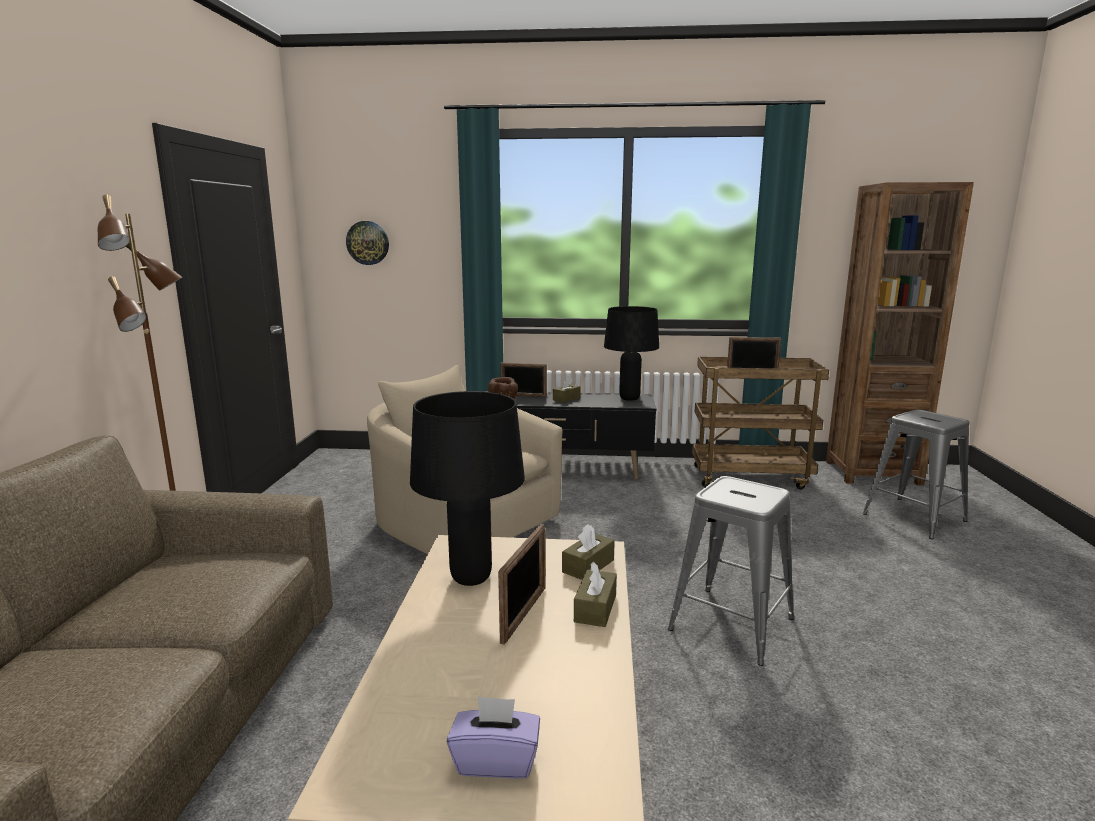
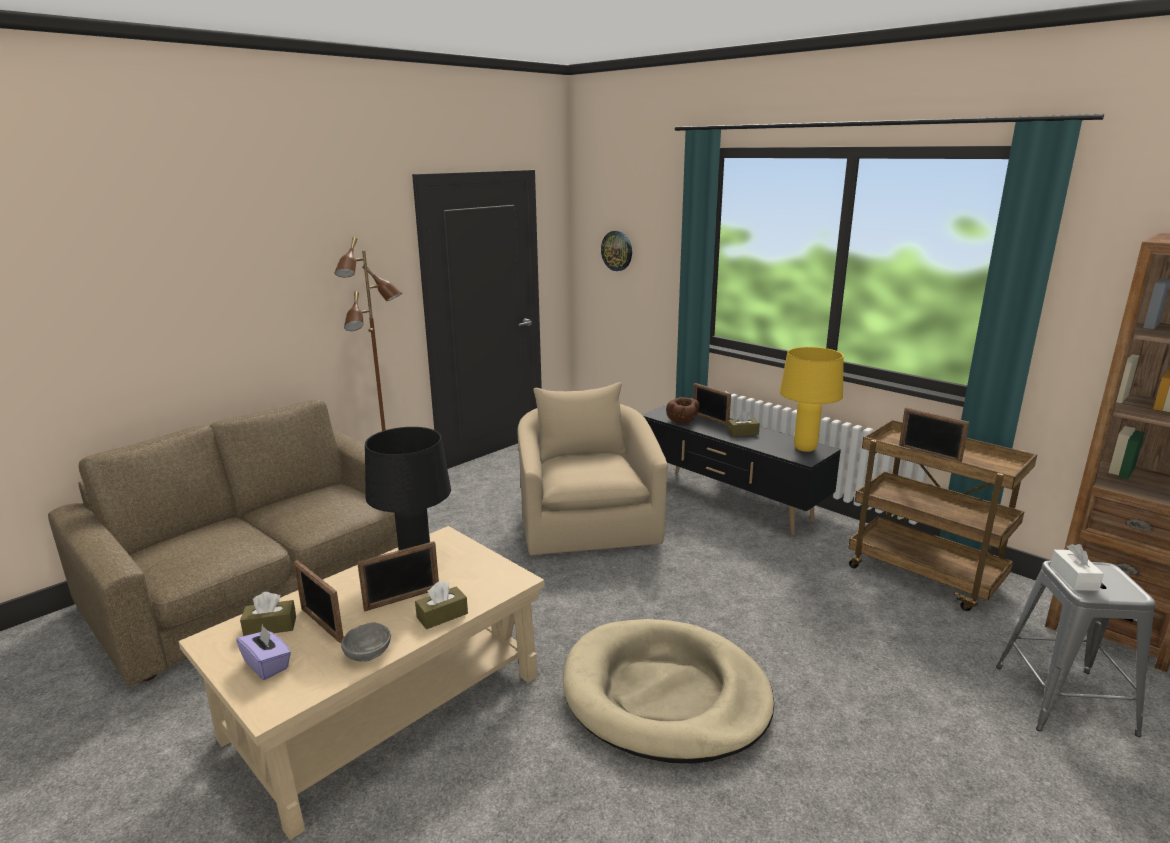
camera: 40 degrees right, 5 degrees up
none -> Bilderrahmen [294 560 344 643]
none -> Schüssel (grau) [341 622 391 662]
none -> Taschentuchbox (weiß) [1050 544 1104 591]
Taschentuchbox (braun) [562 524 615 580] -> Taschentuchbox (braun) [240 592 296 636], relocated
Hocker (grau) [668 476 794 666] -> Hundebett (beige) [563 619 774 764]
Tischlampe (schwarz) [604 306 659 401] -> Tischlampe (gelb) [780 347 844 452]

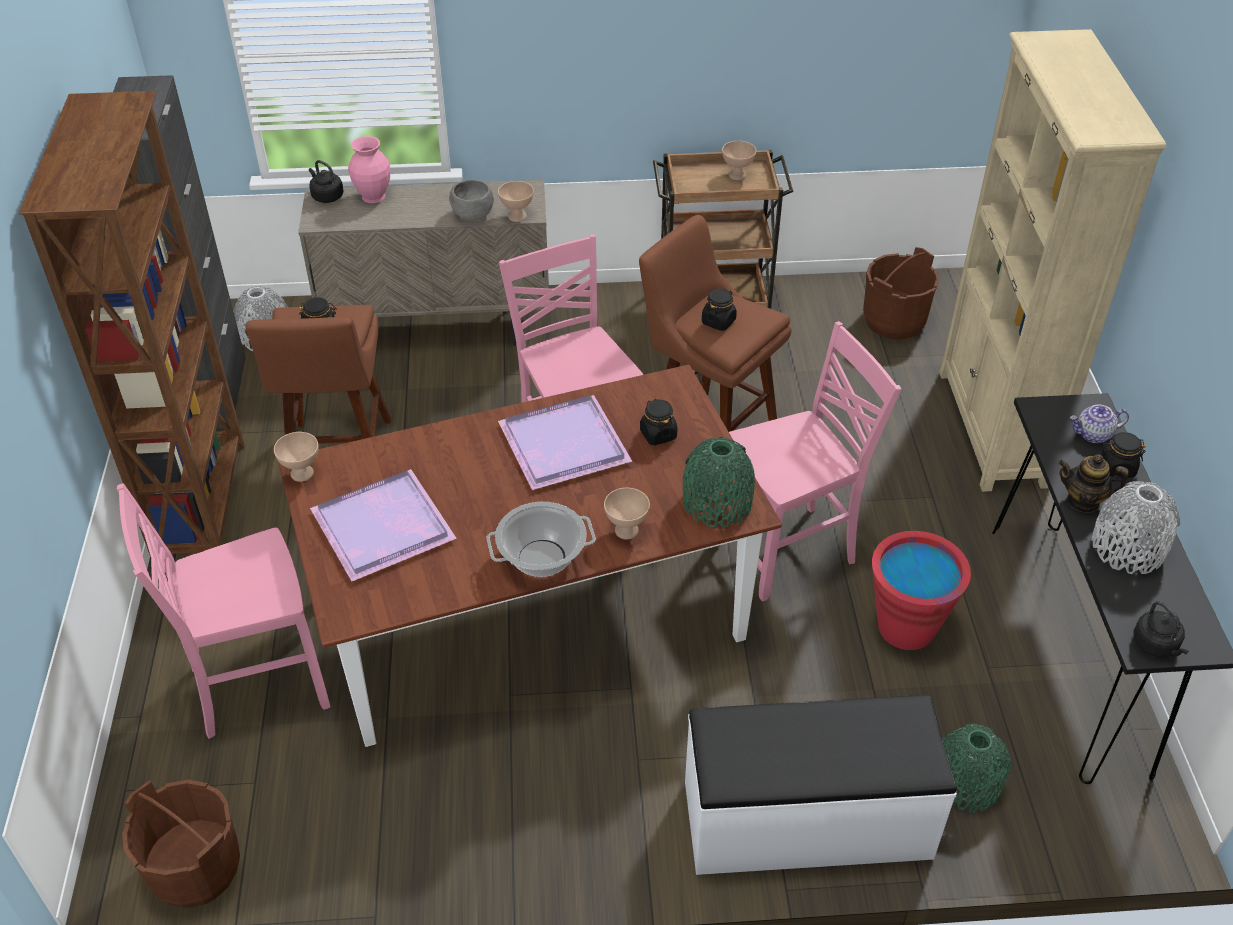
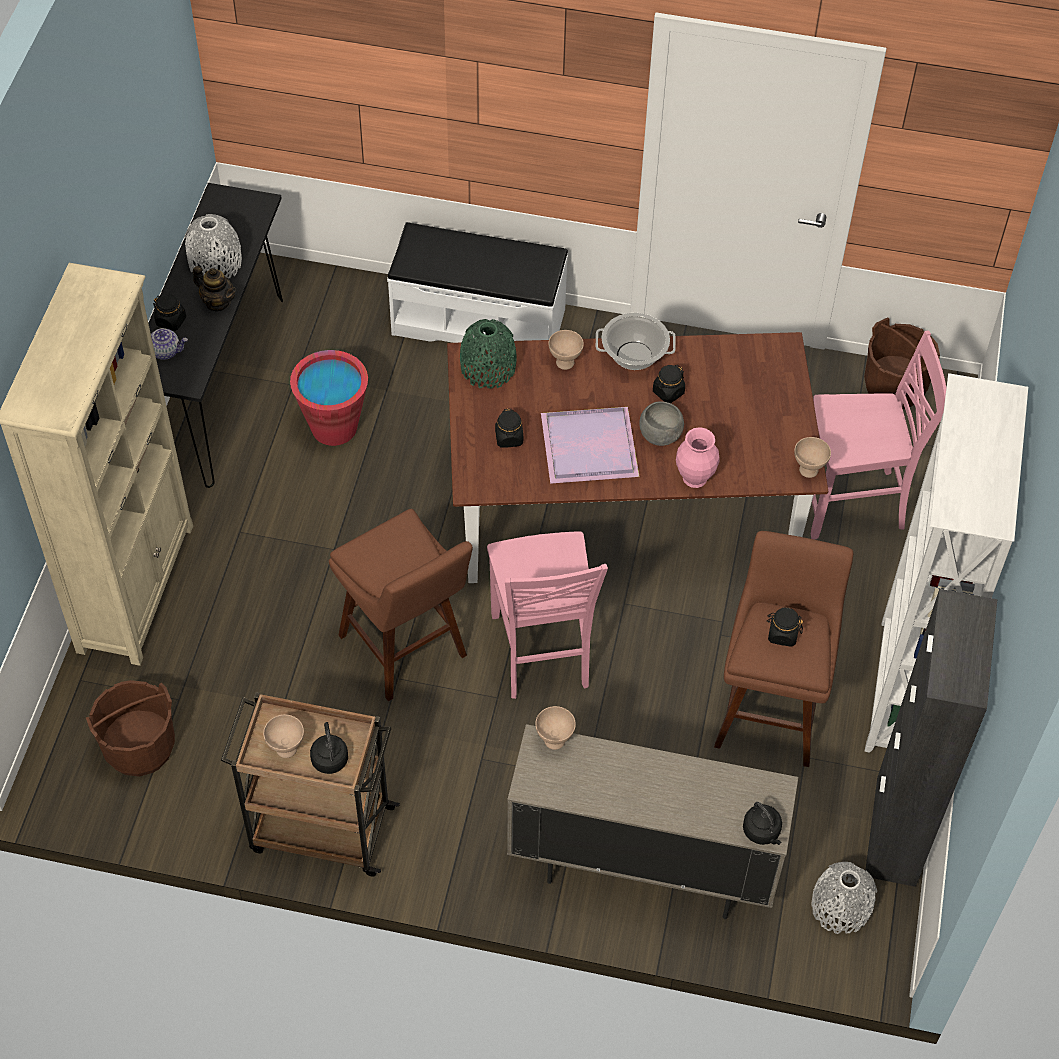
camera: 165 degrees left, 10 degrees up
Tablett (lila) [310 469 457 581] -> none
Stuhl (rosa) [729 321 901 602] -> none
Vase (grün) [942 723 1011 813] -> none
Vase (rosa) [348 136 390 203] -> Vase (rosa) [676 427 720 488], relocated
Schüssel (grau) [449 180 494 220] -> Schüssel (grau) [639 401 684 446], relocated
Vorratsglas (schwarz) [702 289 737 331] -> Vorratsglas (schwarz) [653 365 685 403], relocated
Wasserkessel (schwarz) [1133 601 1189 658] -> Wasserkessel (schwarz) [310 722 348 774], relocated
Bücherregal (braun) [19 91 245 557] -> Bücherregal (weiß) [865 373 1028 753]

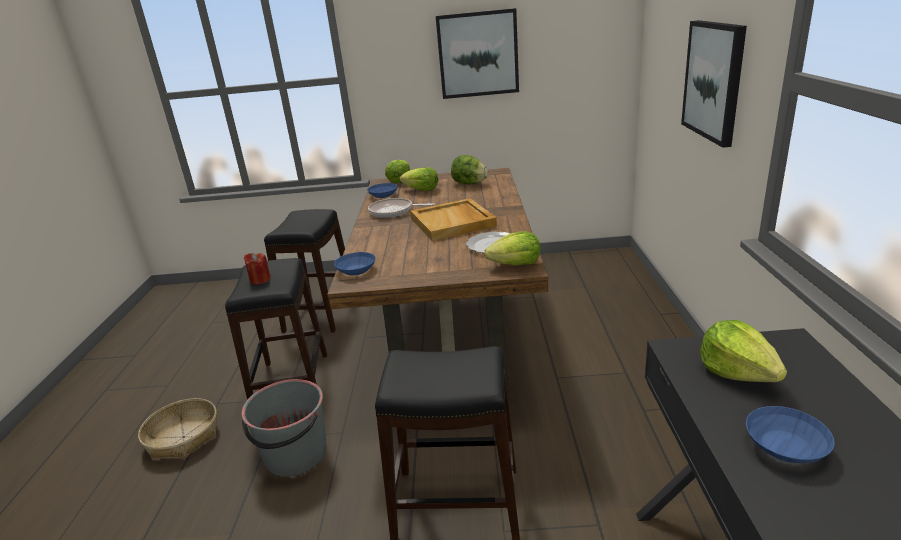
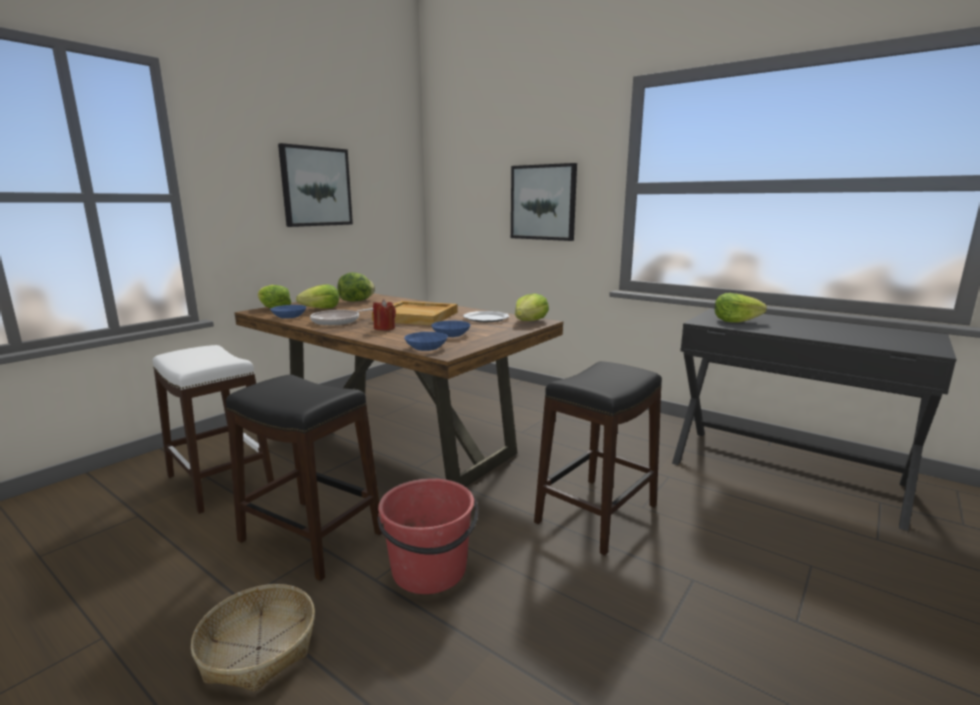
camera: 55 degrees left, 10 degrees down
Kerze (rot) [244 253 271 285] -> Kerze (rot) [373 299 396 331], relocated
Schüssel (blau) [746 406 835 463] -> Schüssel (blau) [431 321 471 337], relocated
Eimer (grau) [241 379 327 476] -> Eimer (rot) [377 478 479 594]
Hocker (schwarz) [264 209 345 333] -> Hocker (weiß) [153 345 274 514]

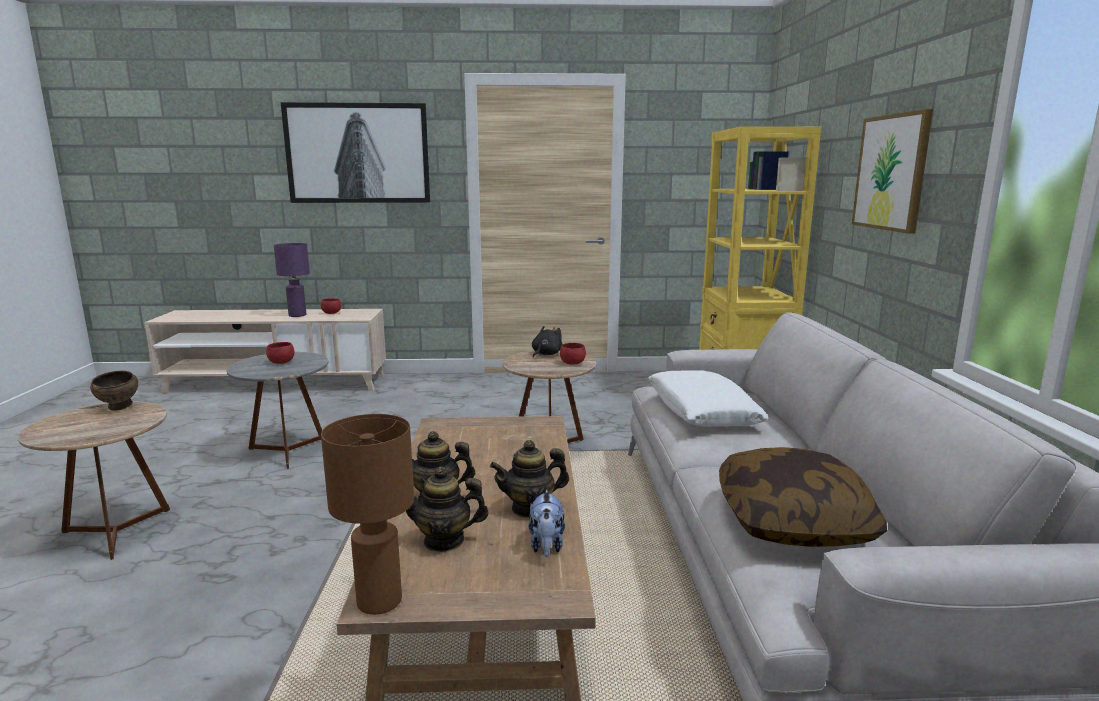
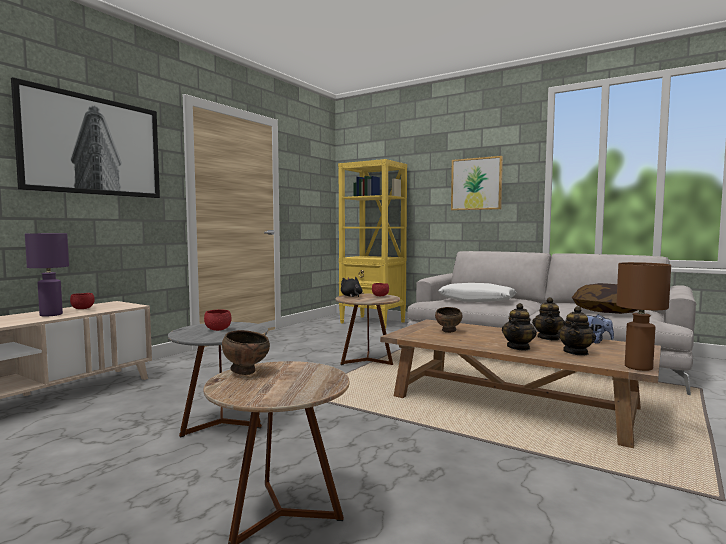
camera: 55 degrees left, 10 degrees down
none -> Schüssel (braun) [435 307 463 333]

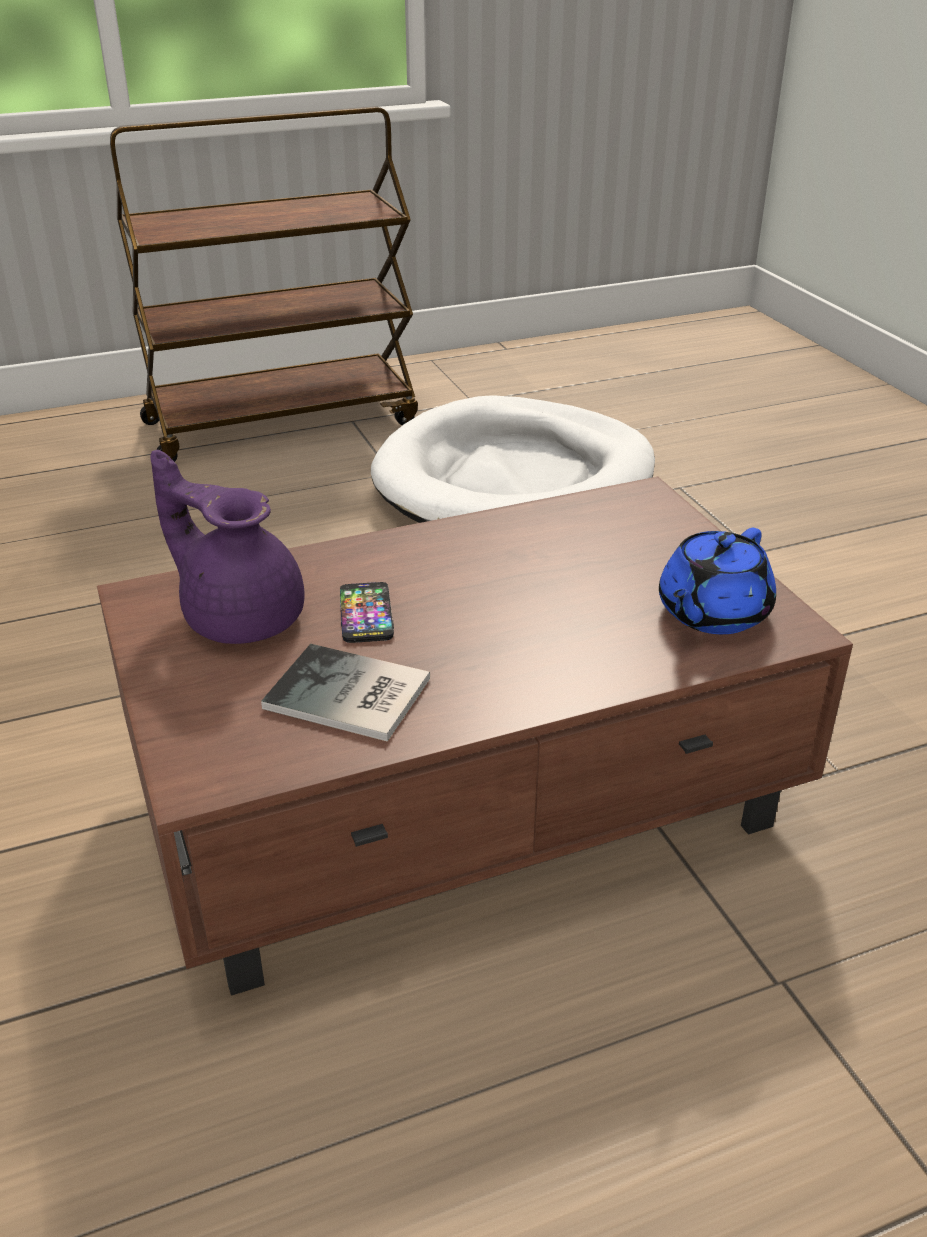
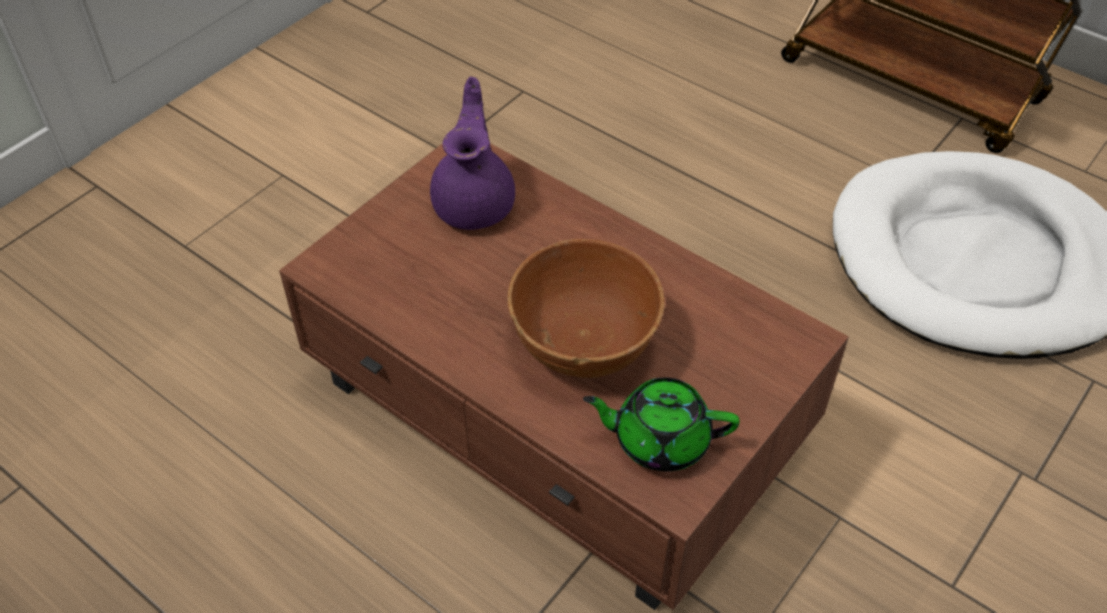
camera: 60 degrees right, 15 degrees up
Buch [261 644 430 742] -> none
Handy [340 582 394 643] -> none
none -> Schüssel (braun) [507 239 665 378]
Teekanne (blau) [659 528 776 634] -> Teekanne (grün) [583 377 740 471]

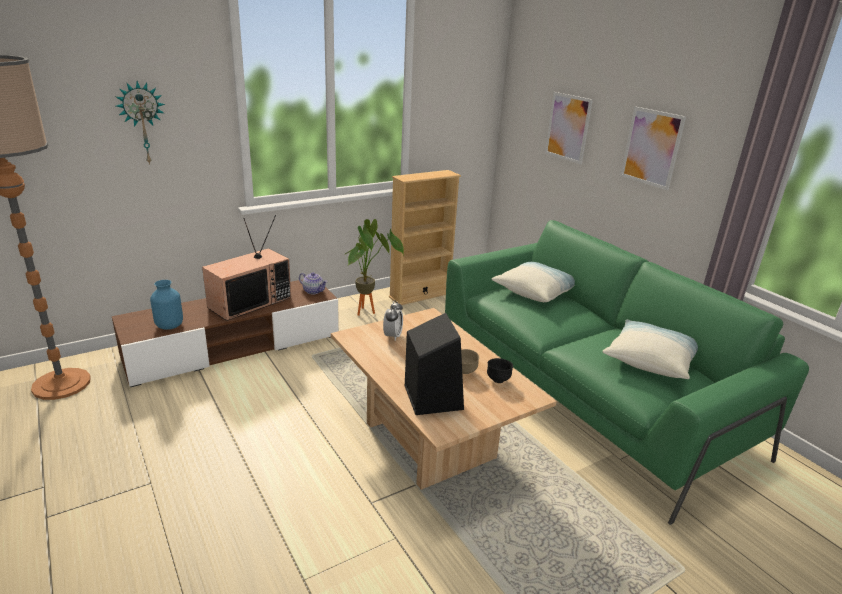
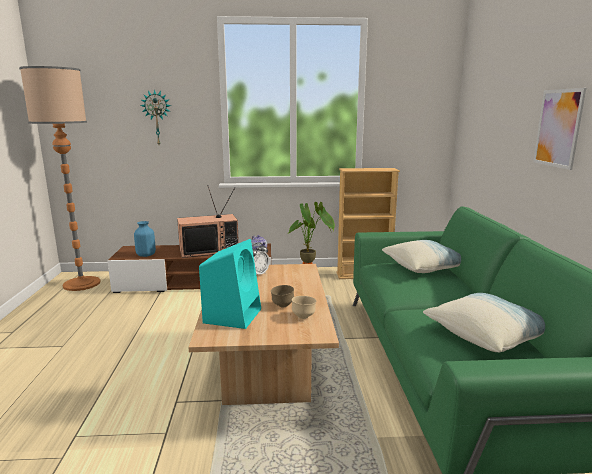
camera: 30 degrees right, 10 degrees down
Bild [545 92 593 164] -> none
Lautsprecher (schwarz) [405 313 464 415] -> Lautsprecher (türkis) [199 239 261 329]
Schüssel (schwarz) [487 358 513 383] -> Schüssel (beige) [292 296 316 319]

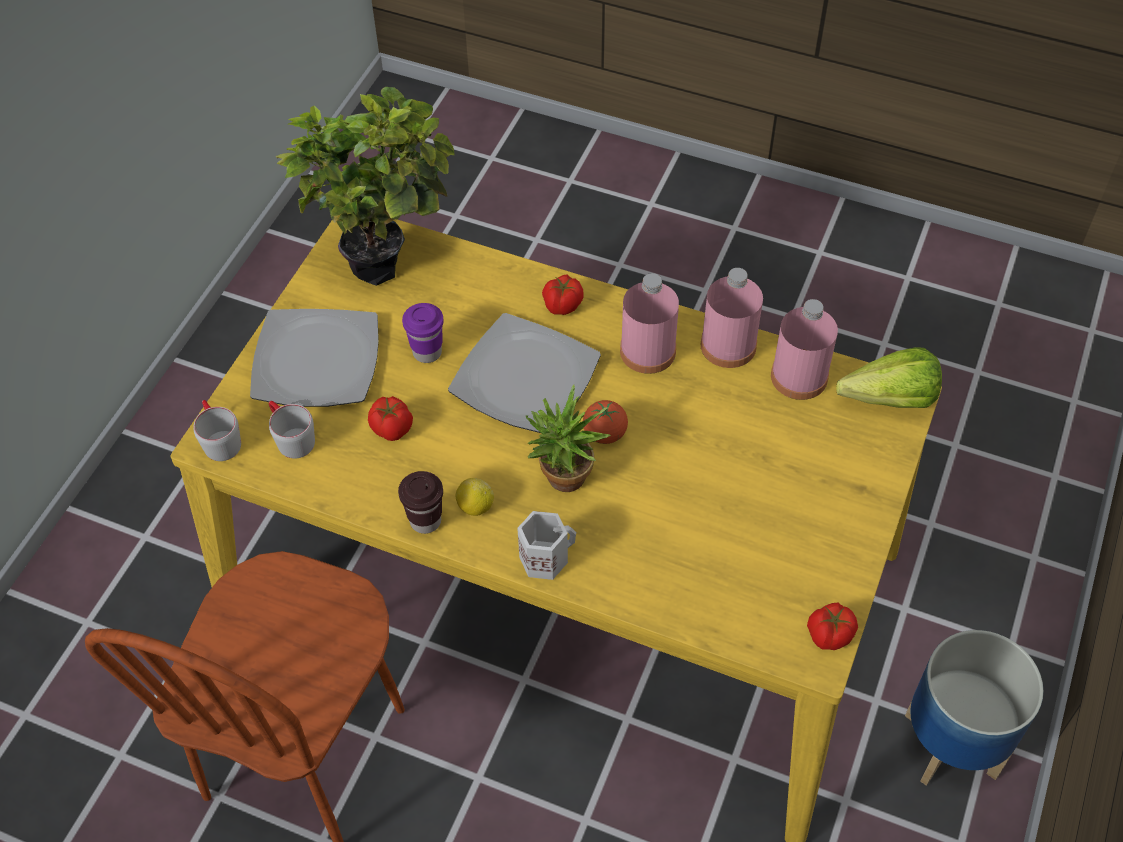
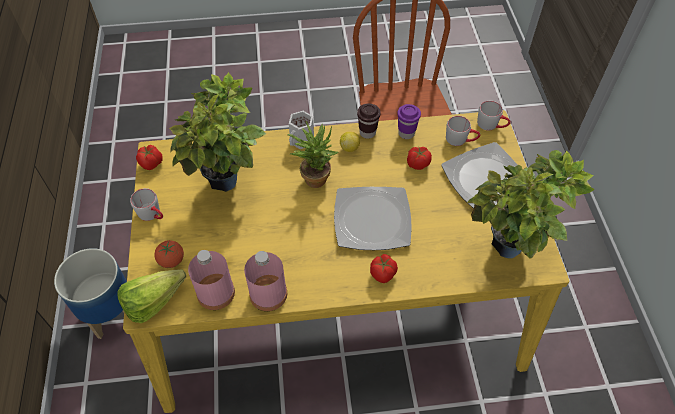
camera: 150 degrees right, 0 degrees up
Flasche (rosa) [620 273 679 374] -> none
none -> Henkelbecher (grau) [130 188 163 221]
none -> Topfpflanze [169 72 266 192]
Tasse (lila) [402 303 444 363] -> Tasse (lila) [397 104 421 139], relocated
Tomate [583 400 628 444] -> Tomate [154 240 184 268], relocated

